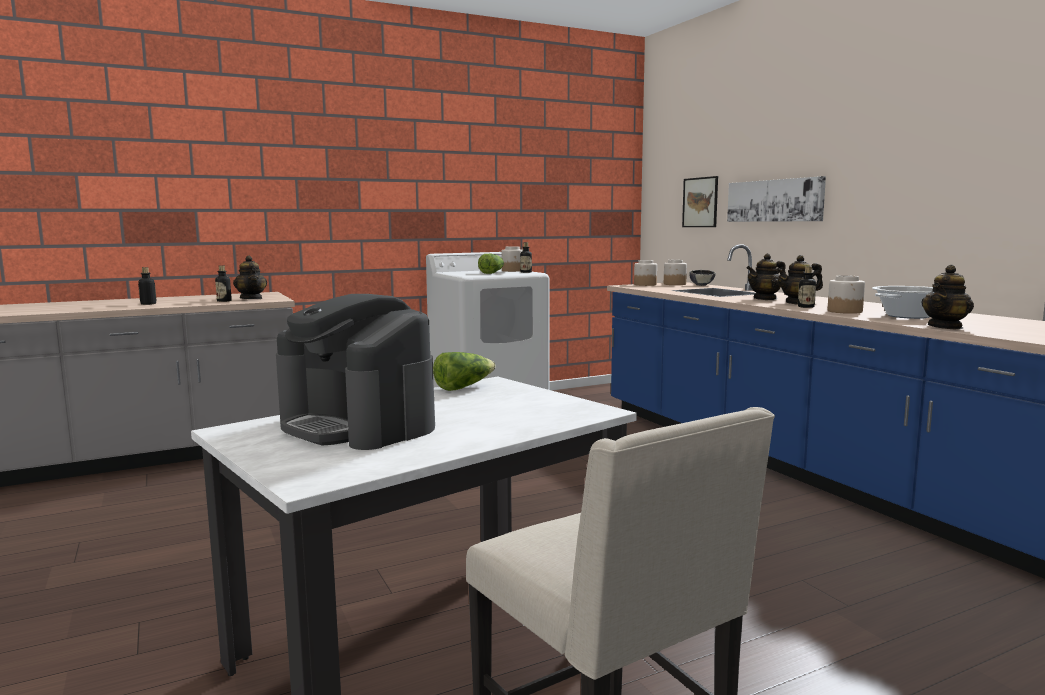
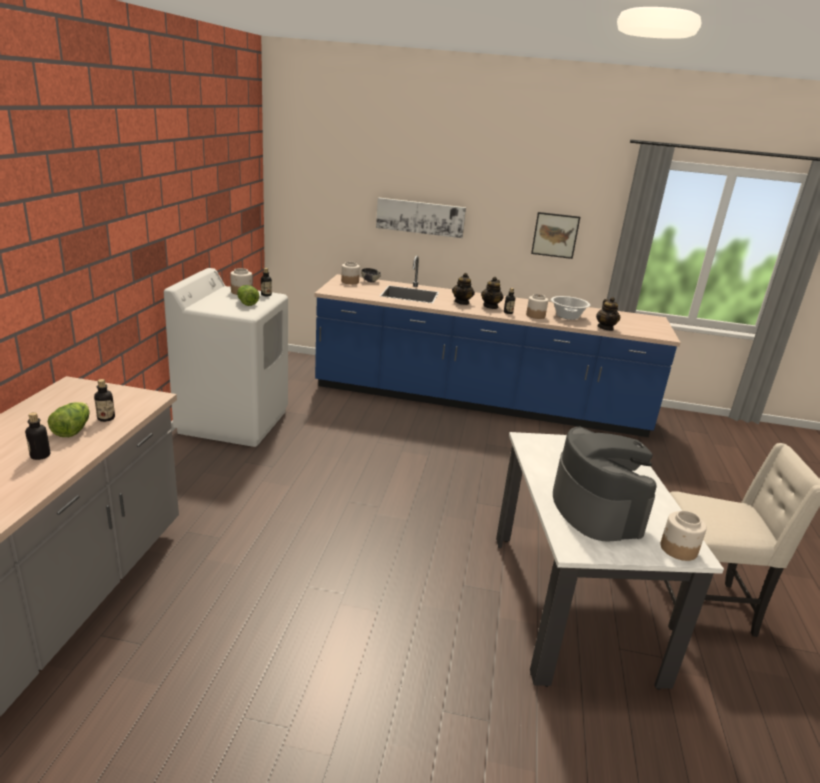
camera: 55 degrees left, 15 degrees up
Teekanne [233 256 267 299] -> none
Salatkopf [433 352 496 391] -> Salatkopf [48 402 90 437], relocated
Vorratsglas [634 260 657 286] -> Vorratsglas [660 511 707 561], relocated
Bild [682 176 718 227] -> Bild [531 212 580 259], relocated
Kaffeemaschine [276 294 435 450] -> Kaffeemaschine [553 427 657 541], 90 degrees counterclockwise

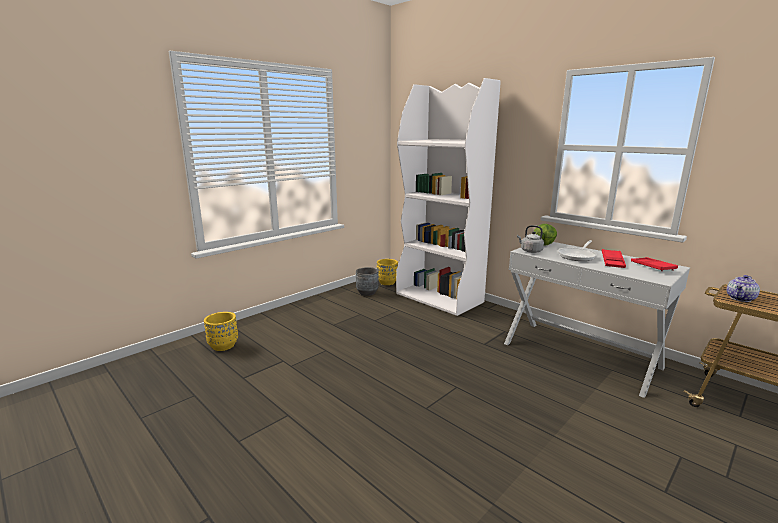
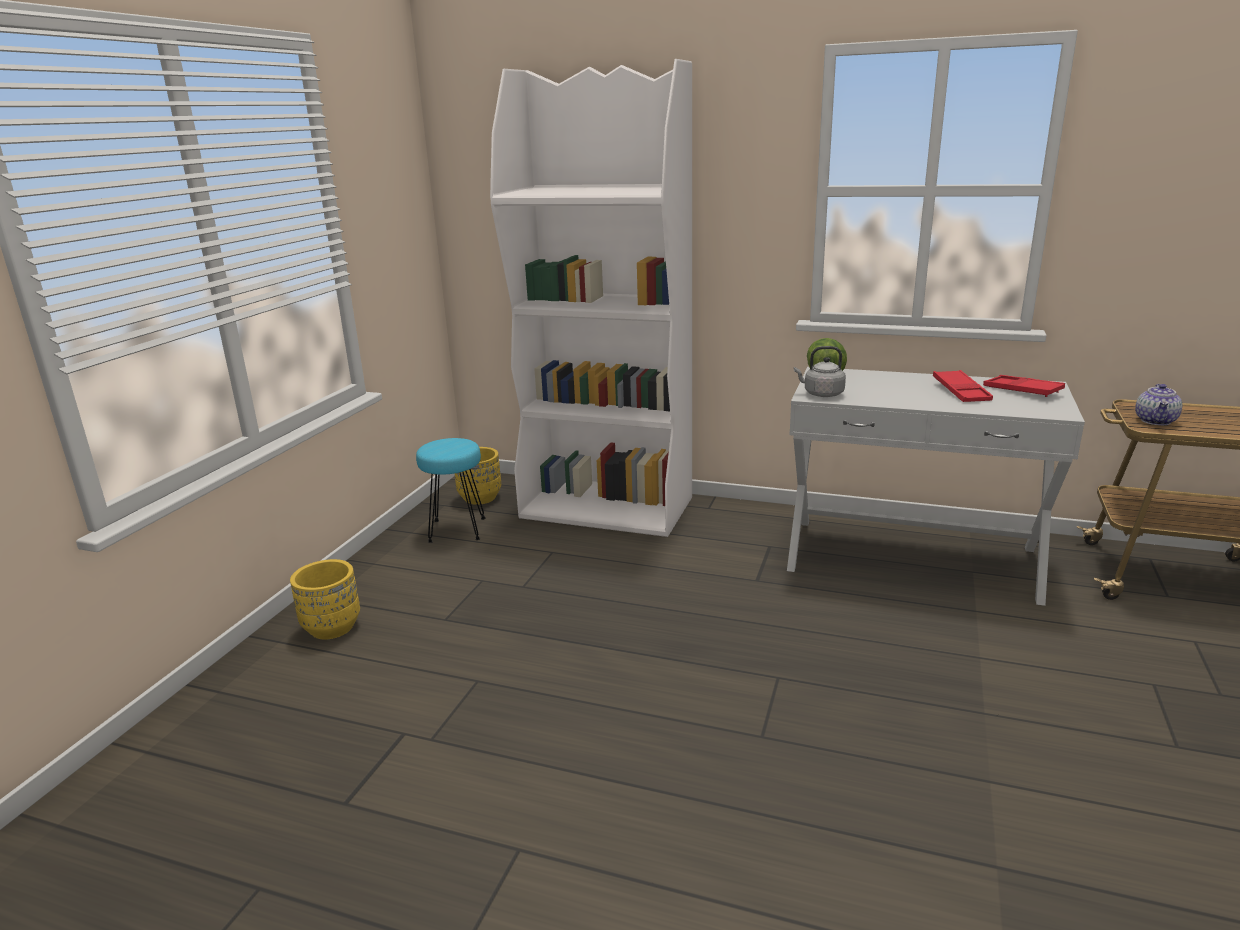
camera: 25 degrees left, 5 degrees up
Pfanne [558 240 597 261] -> none
Pflanzkübel (gelb) [204 312 238 351] -> Pflanzkübel (gelb) [290 559 360 640], relocated
Pflanzkübel (grau) [356 267 379 296] -> Hocker (türkis) [416 438 486 543]

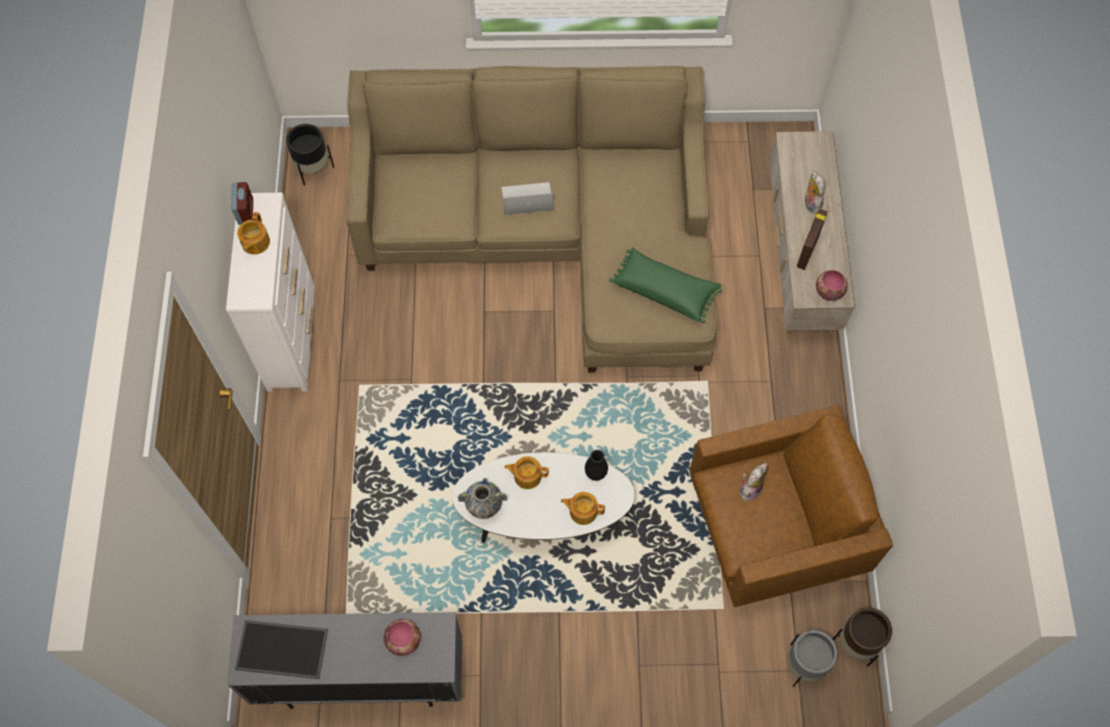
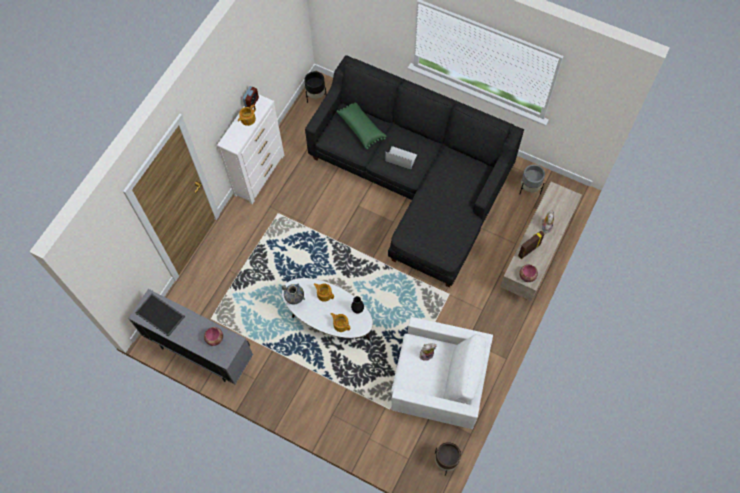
camera: 30 degrees right, 0 degrees up
Kissen (grün) [609 248 722 323] -> Kissen (grün) [337 103 386 149], relocated
Pflanzkübel (grau) [787 630 838 687] -> Pflanzkübel (grau) [520 164 545 194], relocated
Sofa (beige) [346 66 716 373] -> Sofa (schwarz) [305 55 524 288]
Sessel (braun) [689 406 893 607] -> Sessel (weiß) [391 317 493 429]

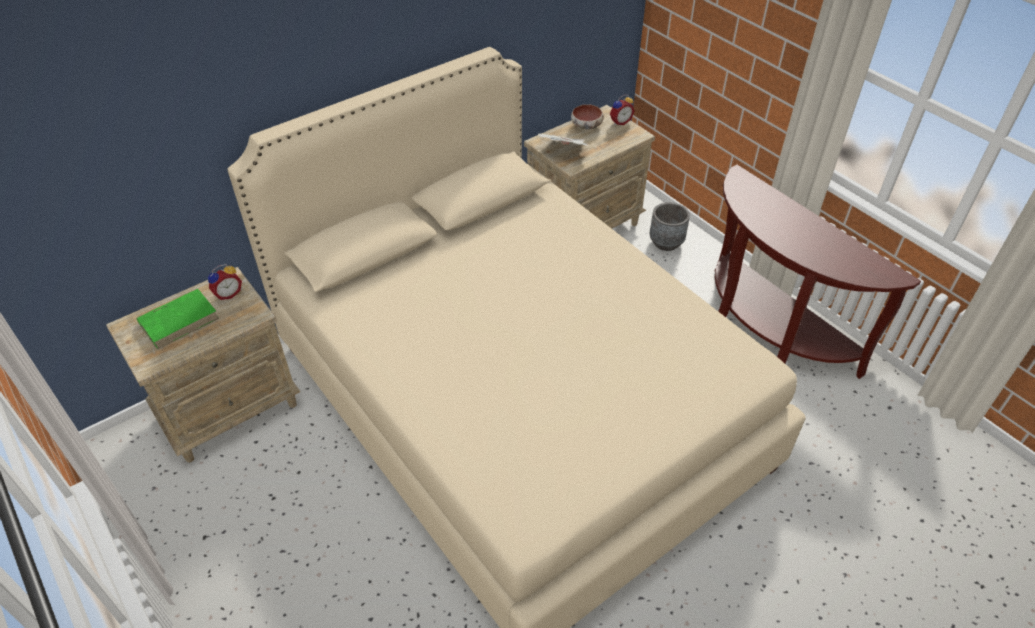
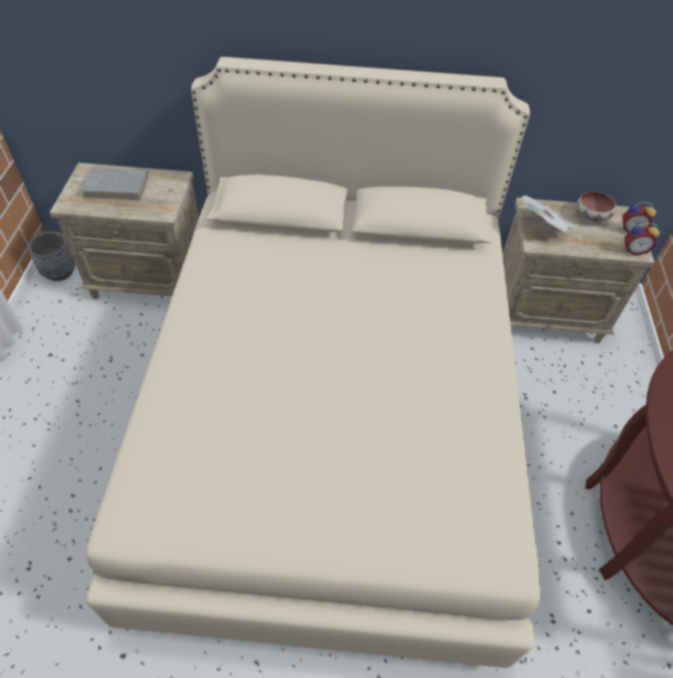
camera: 40 degrees right, 5 degrees up
Wecker [208 264 242 300] -> Wecker [624 223 659 256], relocated
Pflanzkübel (grau) [650 202 690 251] -> Pflanzkübel (grau) [28 231 76 281], relocated
Buch (grün) [137 289 219 349] -> Buch (grau) [81 168 149 201]

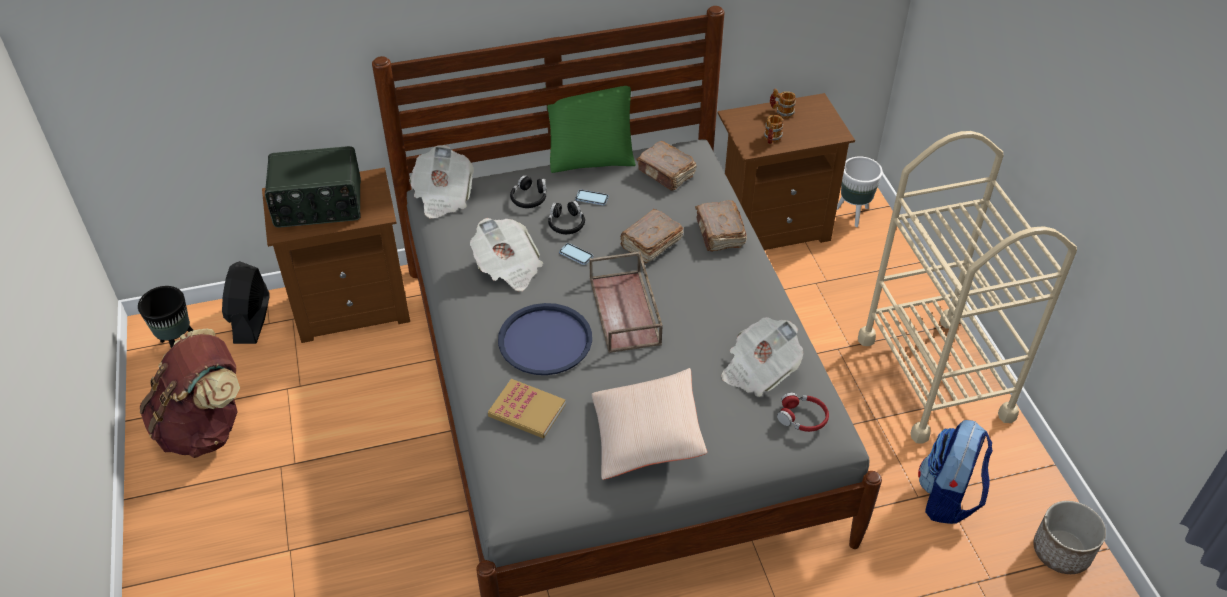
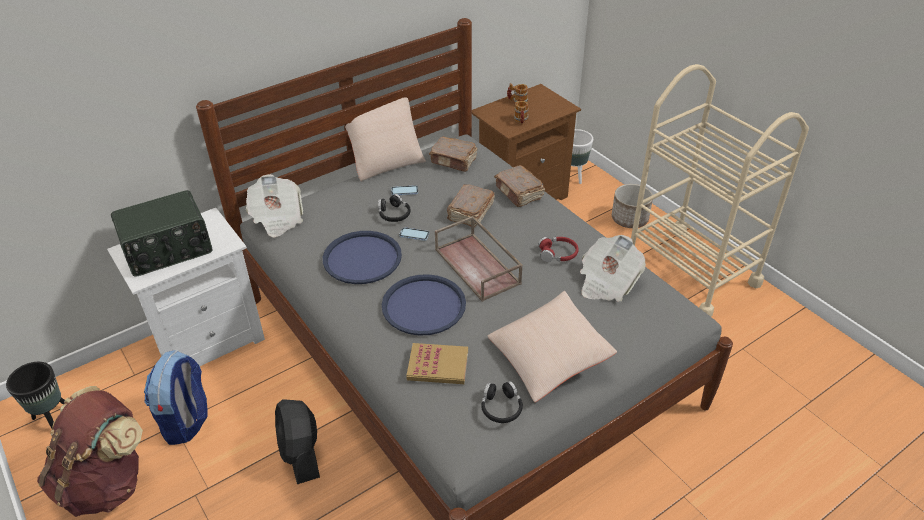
camera: 20 degrees left, 5 degrees down
Ventilator (schwarz) [222 261 270 344] -> Ventilator (schwarz) [275 399 320 484], relocated
Kopfhörer (schwarz) [510 175 546 208] -> Kopfhörer (schwarz) [481 381 523 423], relocated
Kopfhörer (rot) [777 393 829 432] -> Kopfhörer (rot) [538 237 579 262], relocated
Rucksack [918 420 993 524] -> Rucksack [144 350 208 445], relocated
Pflanzkübel [1033 501 1106 574] -> Pflanzkübel [612 184 653 228], relocated
Zeitung [470 218 543 291] -> Tablett (blau) [323 231 402 284]
Nachttisch (braun) [262 167 410 343] -> Nachttisch (weiß) [107 208 265 366]
Kissen (grün) [544 86 636 173] -> Kissen (beige) [345 97 426 181]

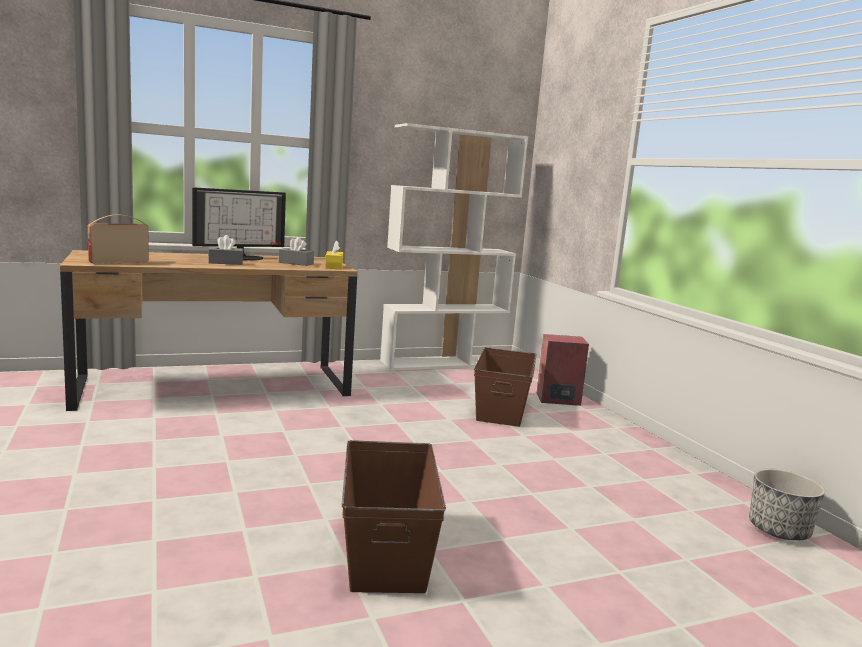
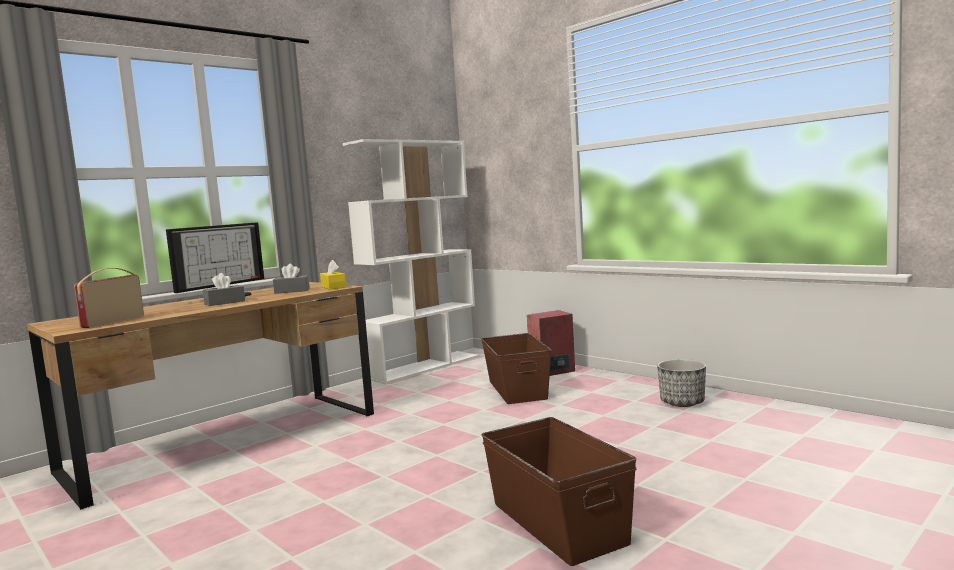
camera: 20 degrees left, 5 degrees down
Pflanzkübel [749 468 825 540] -> Pflanzkübel [657 359 706 407], relocated

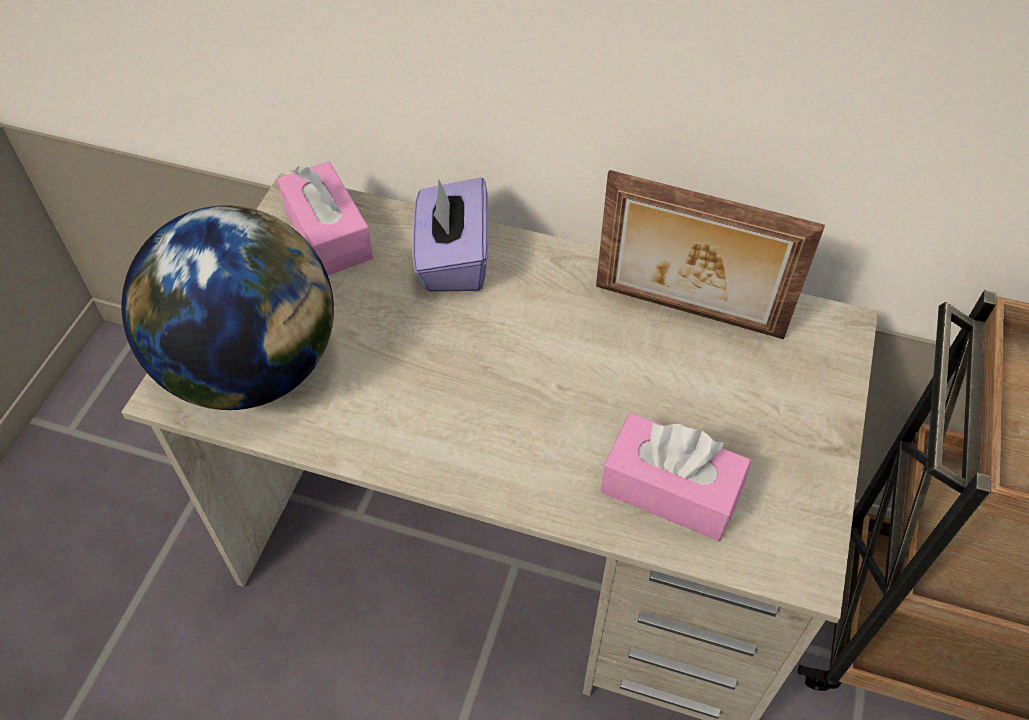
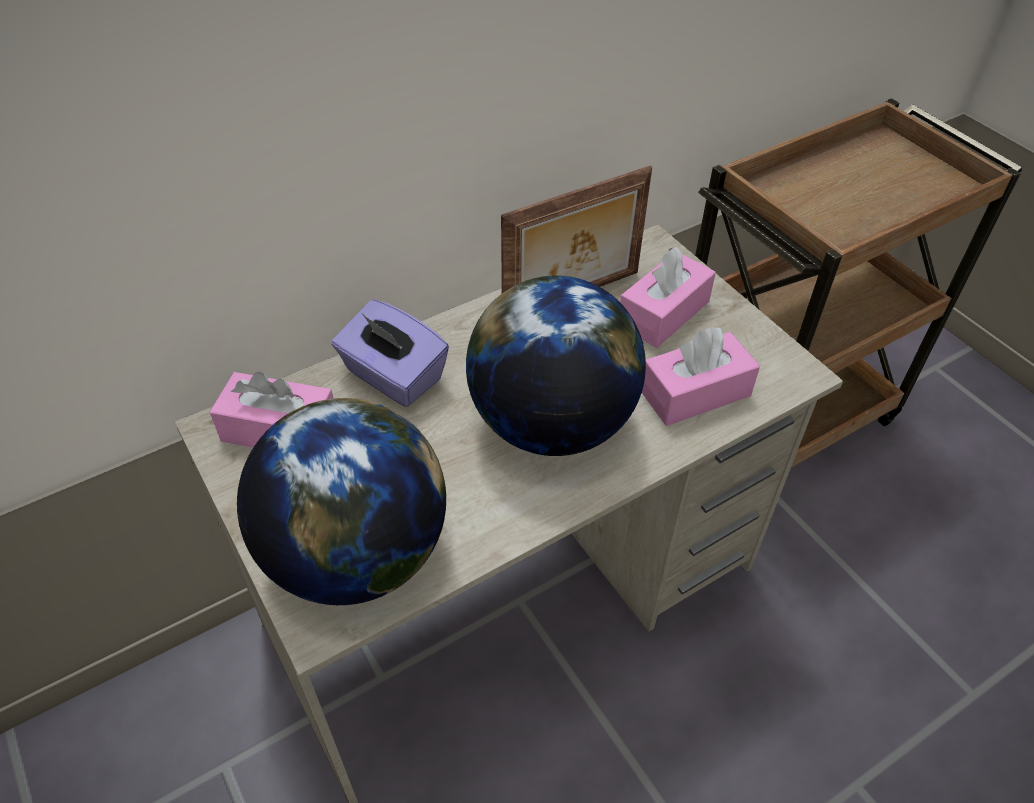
camera: 50 degrees left, 5 degrees down
none -> Globus [466 275 646 456]
none -> Taschentuchbox (rosa) [620 247 716 348]

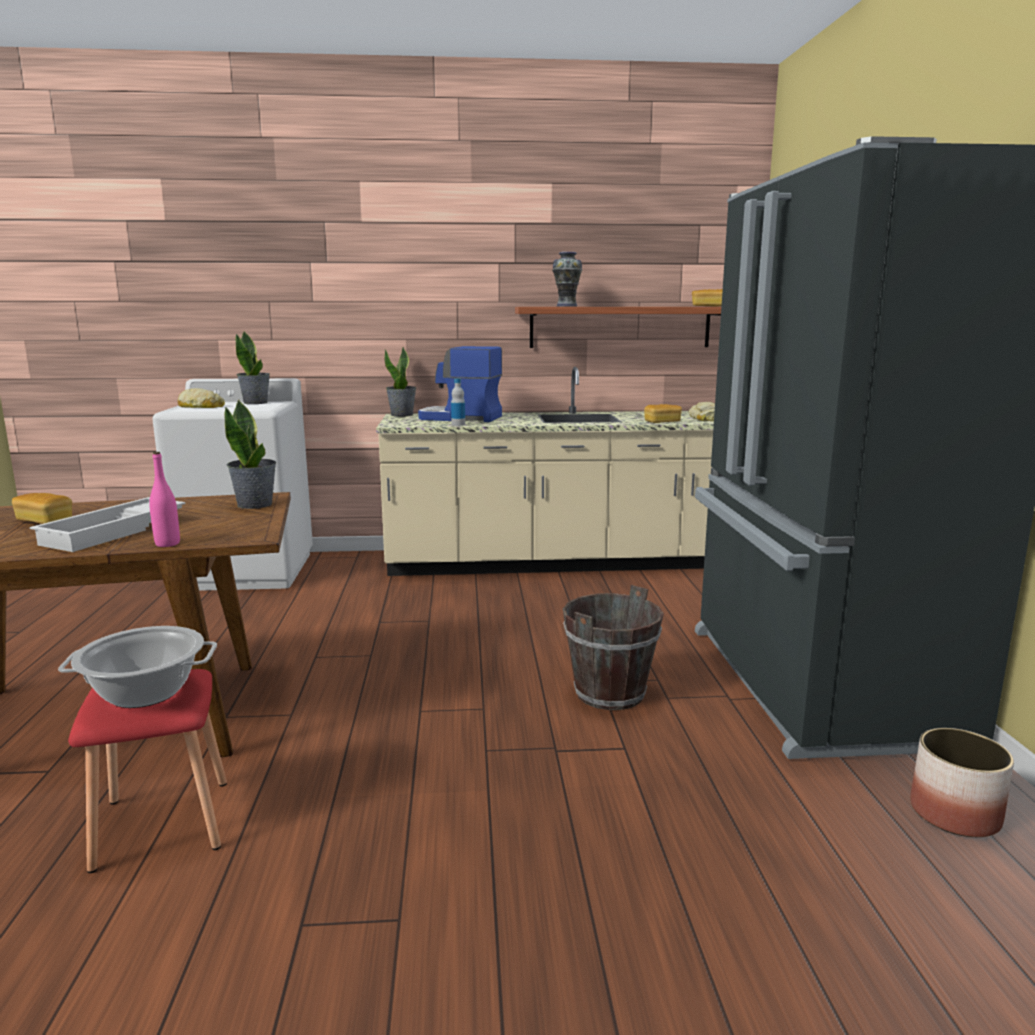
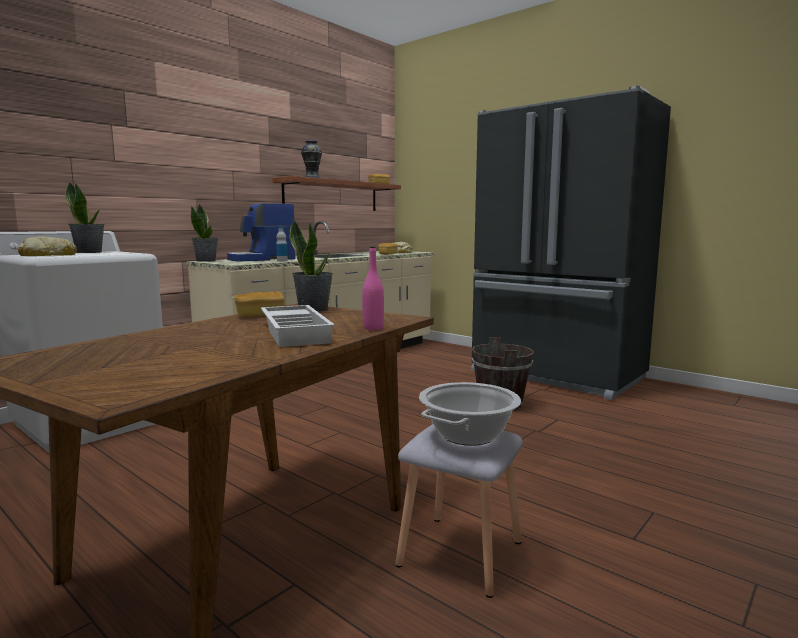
camera: 45 degrees left, 5 degrees down
Pflanzkübel [910 728 1014 837] -> none
Brot [12 493 72 524] -> Brot [235 291 285 317], relocated
Hocker (rot) [68 669 227 873] -> Hocker (grau) [395 424 523 598]

